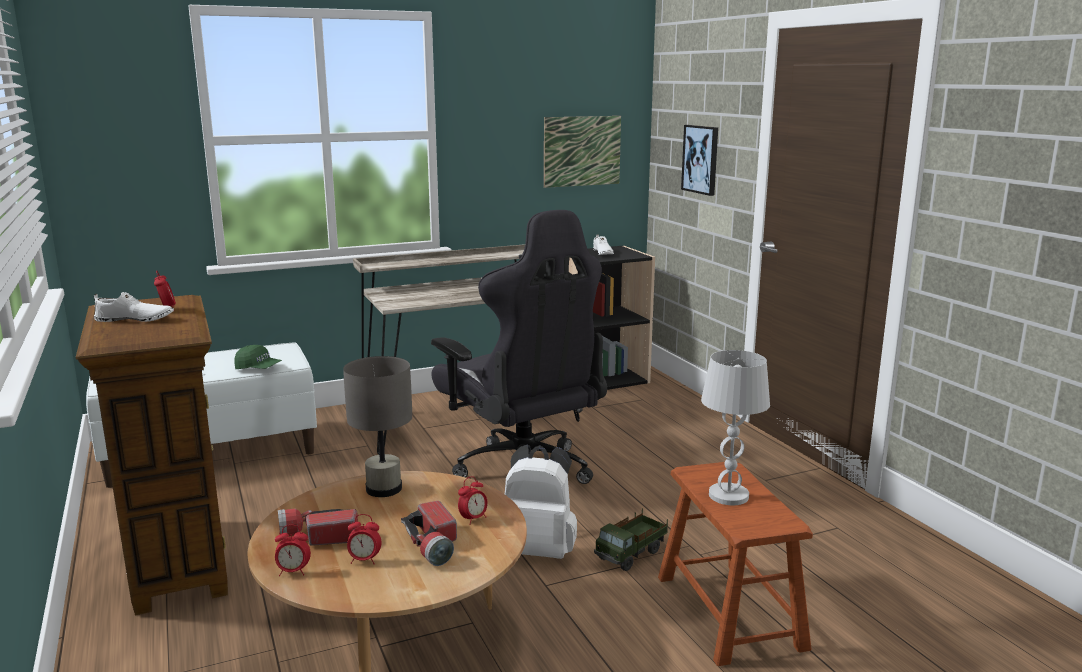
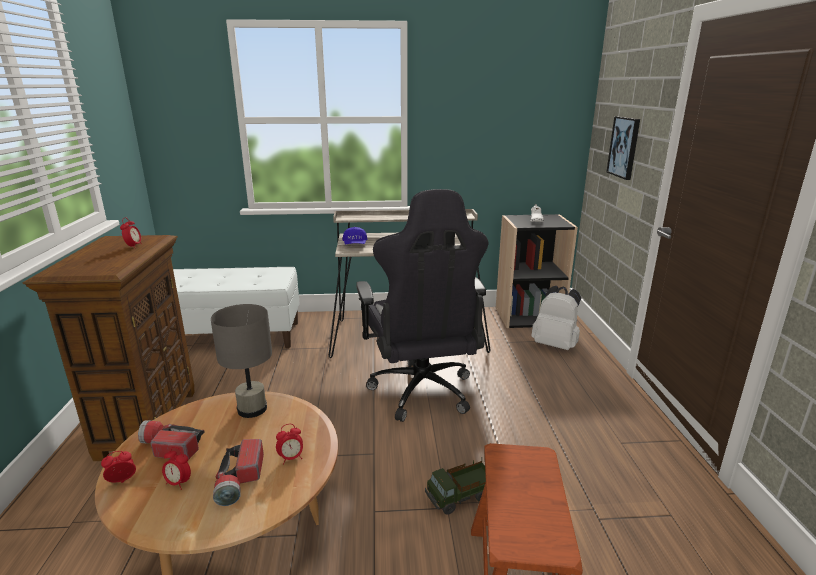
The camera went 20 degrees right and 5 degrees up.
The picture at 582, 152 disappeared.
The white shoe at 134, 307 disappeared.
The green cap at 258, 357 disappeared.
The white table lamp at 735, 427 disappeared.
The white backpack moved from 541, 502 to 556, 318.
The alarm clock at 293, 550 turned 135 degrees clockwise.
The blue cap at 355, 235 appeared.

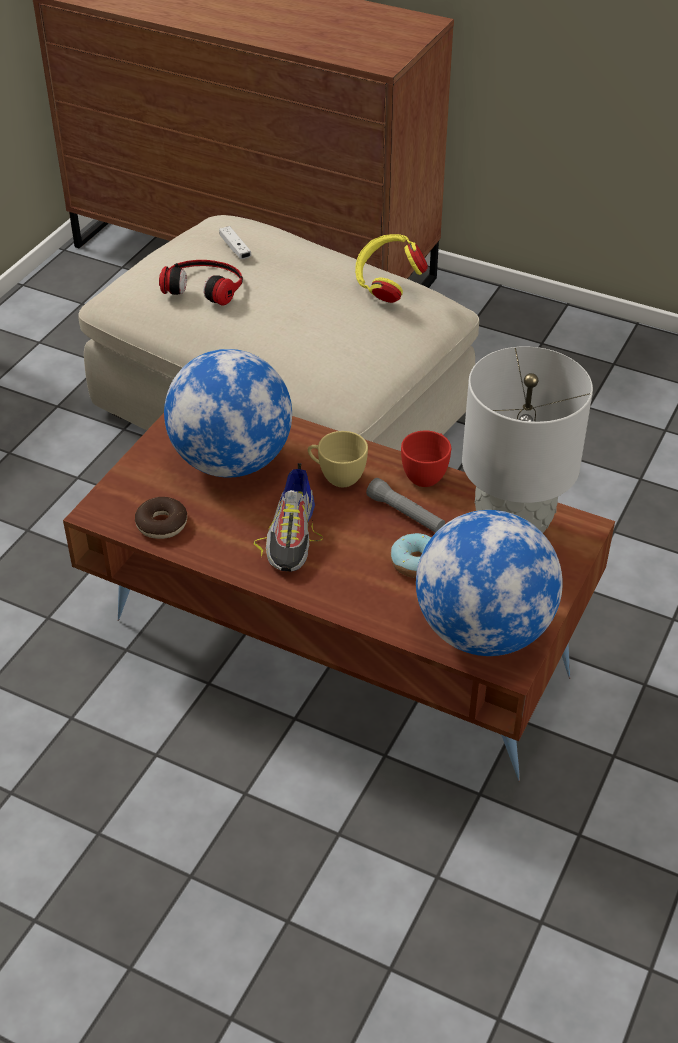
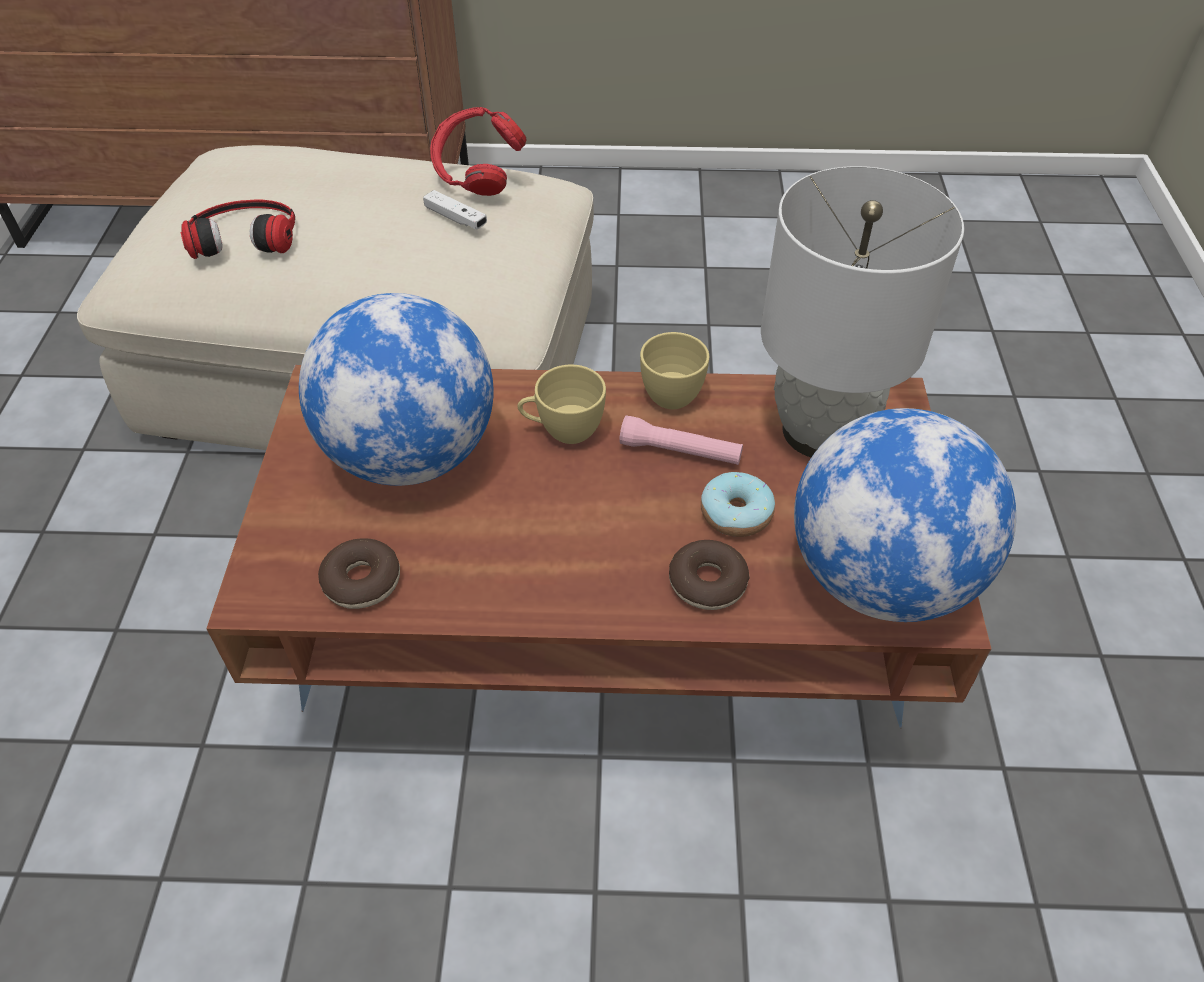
The camera went 25 degrees left and 5 degrees up.
The white game controller moved from 235, 242 to 455, 209.
The yellow headphones at 391, 268 became the red headphones at 478, 151.
The red cup at 426, 458 became the yellow cup at 674, 370.
The shoe at 288, 517 disappeared.
The grey flashlight at 405, 505 became the pink flashlight at 681, 440.
The donut at 709, 575 appeared.

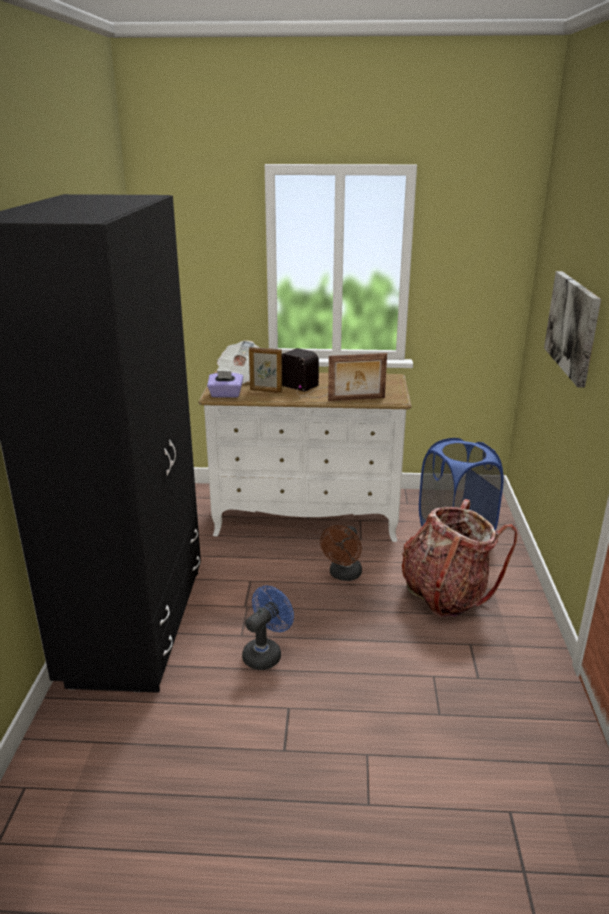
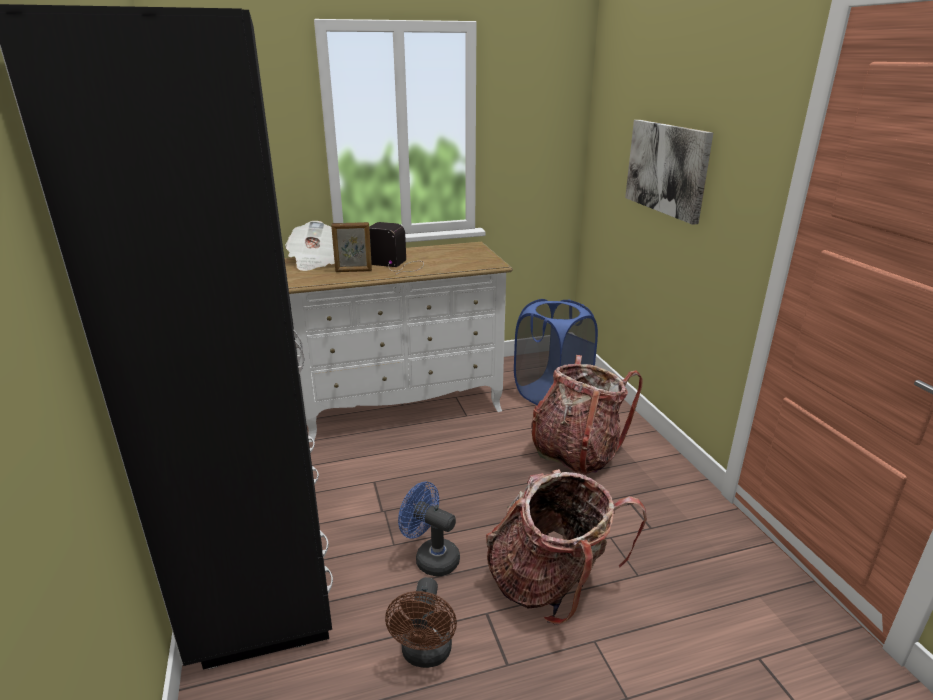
The camera went 20 degrees left and 0 degrees up.
The picture frame at 357, 377 disappeared.
The purple tissue box at 225, 384 disappeared.
The brown fan moved from 341, 553 to 421, 622.
The blue fan at 268, 628 turned 75 degrees counterclockwise.
The backpack at 566, 547 appeared.

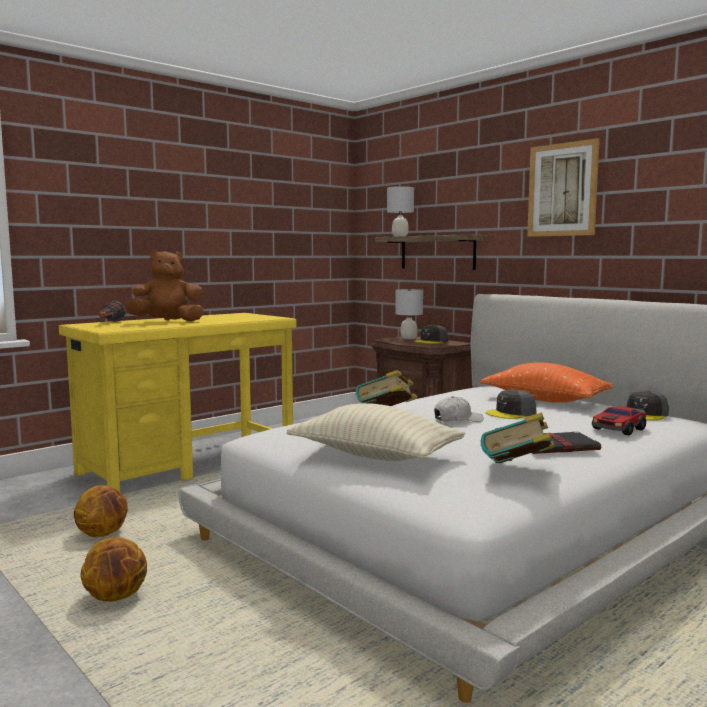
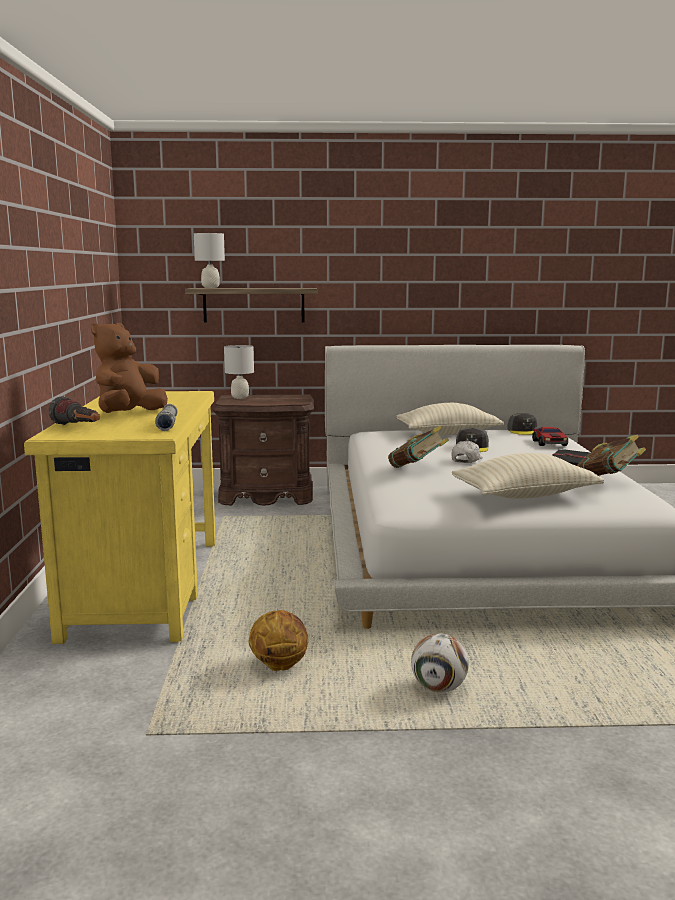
The camera went 50 degrees left and 5 degrees up.
The picture at 563, 187 disappeared.
The grey cap at 431, 334 disappeared.
The orange pillow at 547, 382 became the beige pillow at 450, 419.
The basketball at 114, 569 was replaced by the football at 440, 663.
The grey flashlight at 166, 417 appeared.

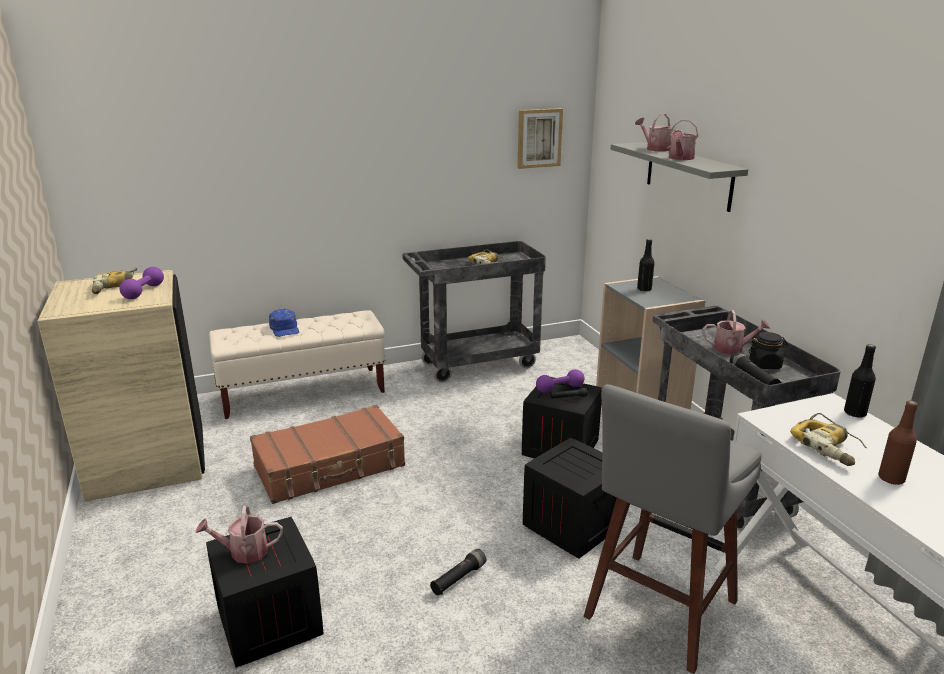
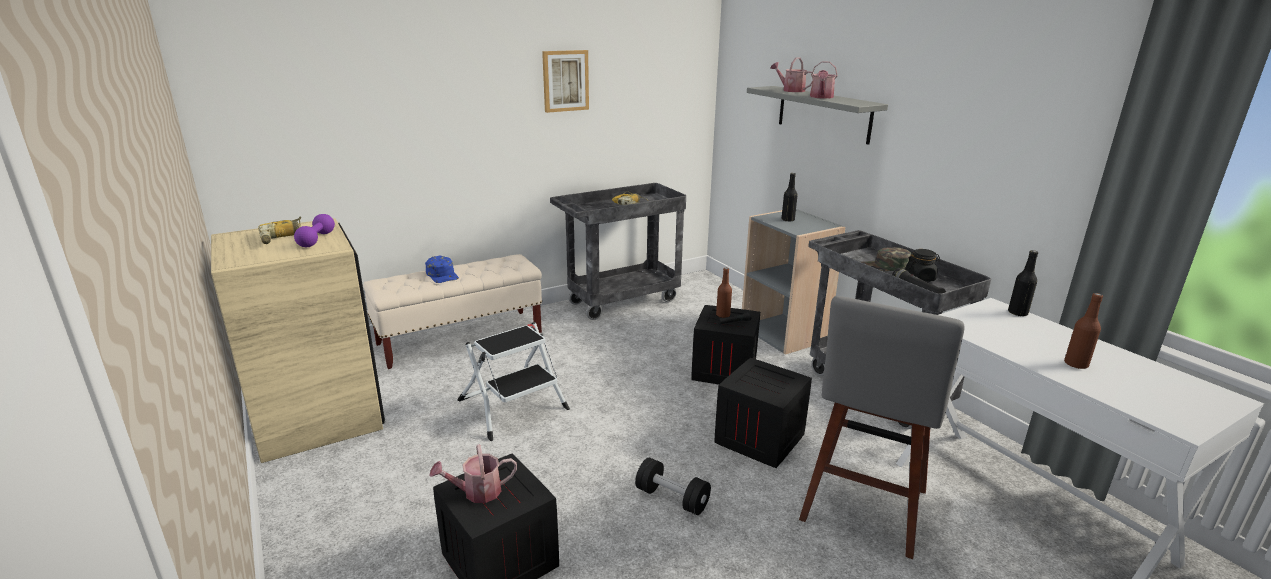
The camera went 10 degrees left and 0 degrees up.
The picture moved from 540, 138 to 565, 81.
The watering can at 736, 332 was replaced by the green cap at 887, 259.
The purple dumbbell at 560, 381 was replaced by the brown bottle at 724, 293.
The brown suitcase at 327, 454 was replaced by the step ladder at 513, 381.
The power drill at 828, 439 disappeared.
The black flashlight at 458, 572 was replaced by the black dumbbell at 673, 486.

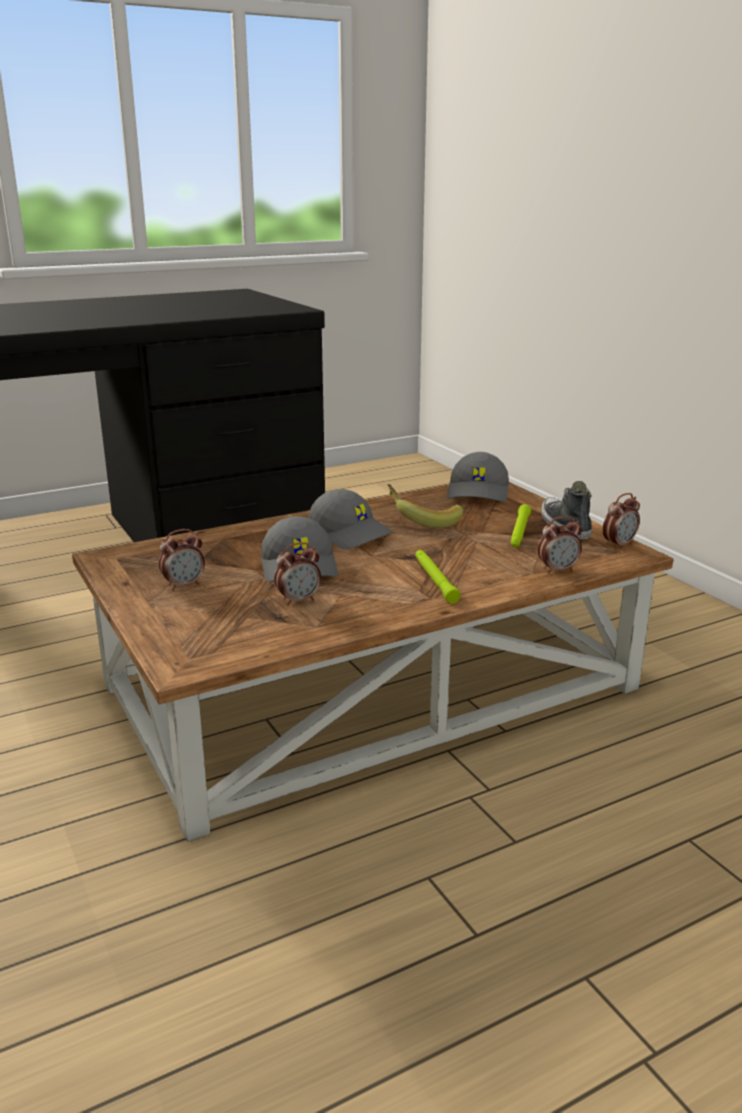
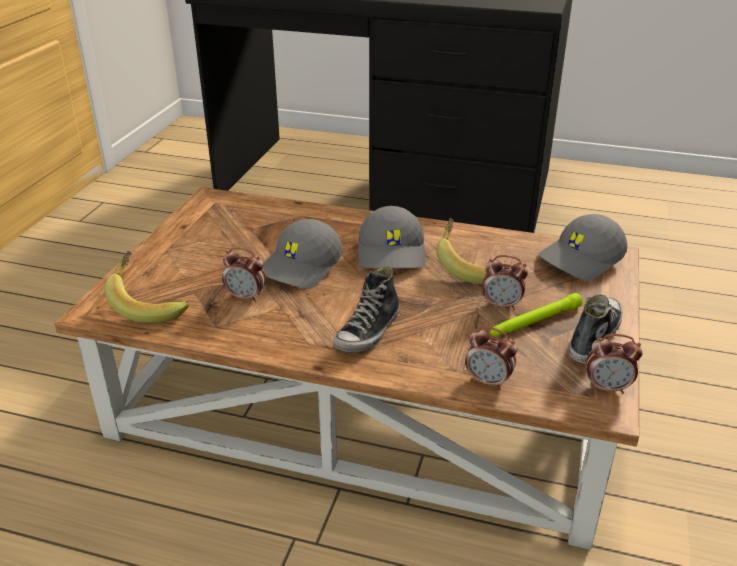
The camera went 45 degrees right and 10 degrees up.
The alarm clock moved from 182, 560 to 505, 282.
The green flashlight at 438, 577 was replaced by the shoe at 366, 309.
The banana at 146, 287 appeared.

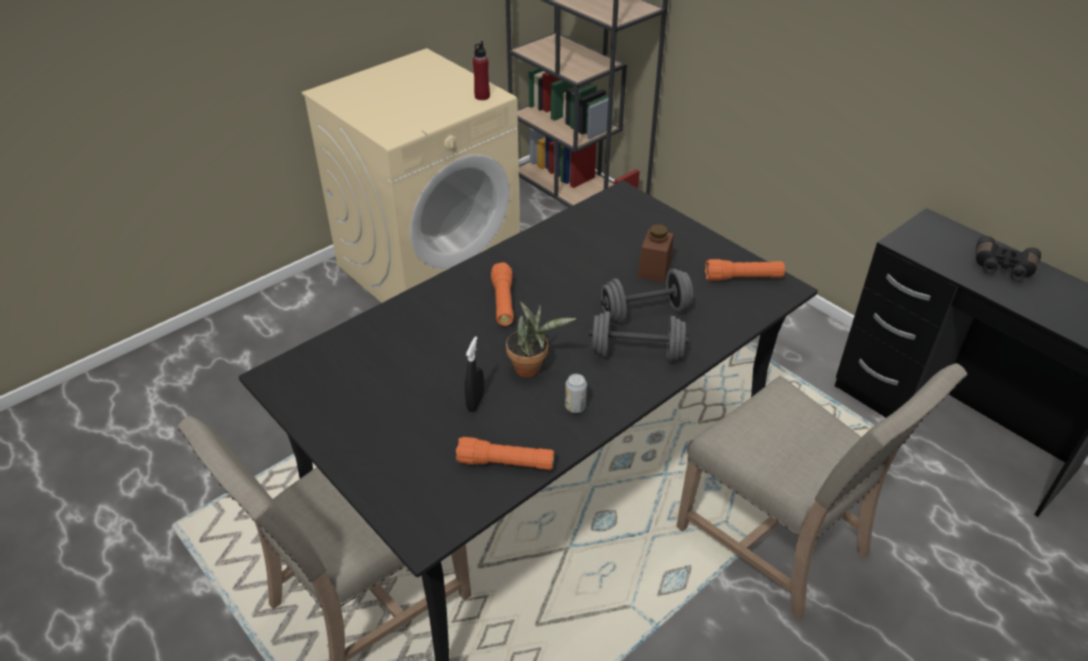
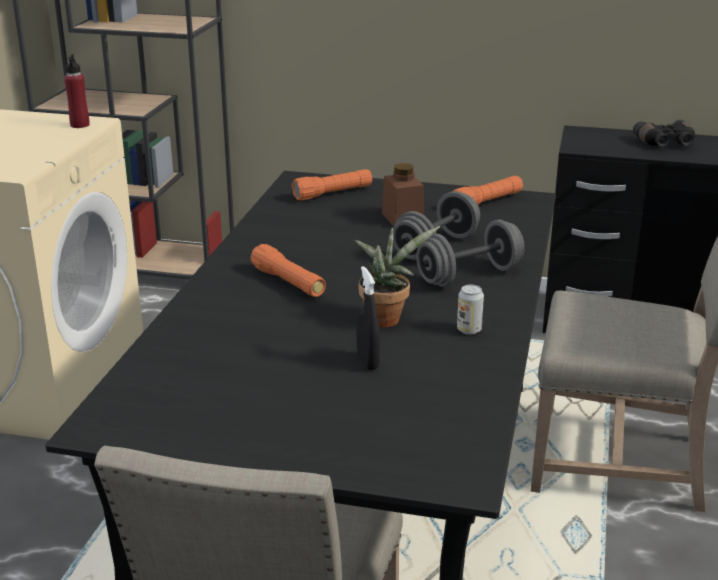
The camera went 35 degrees left and 15 degrees down.
The orange flashlight moved from 505, 453 to 332, 185.

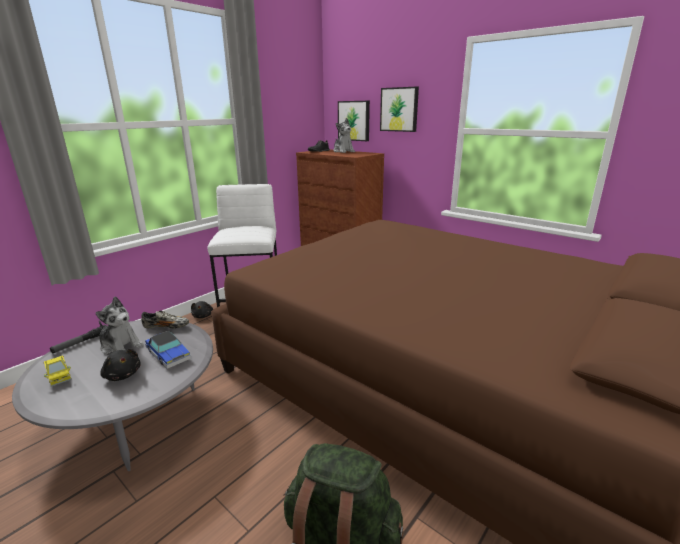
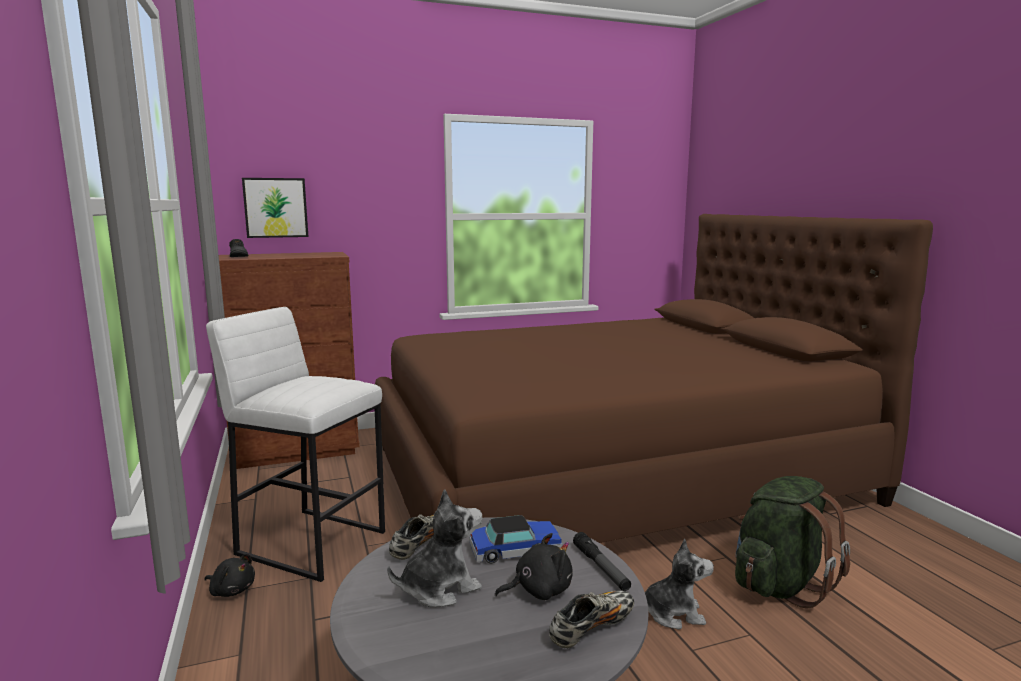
The camera went 60 degrees left and 10 degrees down.
The picture at 399, 109 disappeared.
The plush toy moved from 344, 135 to 679, 584.
The flashlight moved from 78, 339 to 602, 561.
The toy truck at 58, 371 disappeared.
The shoe at 591, 619 appeared.

